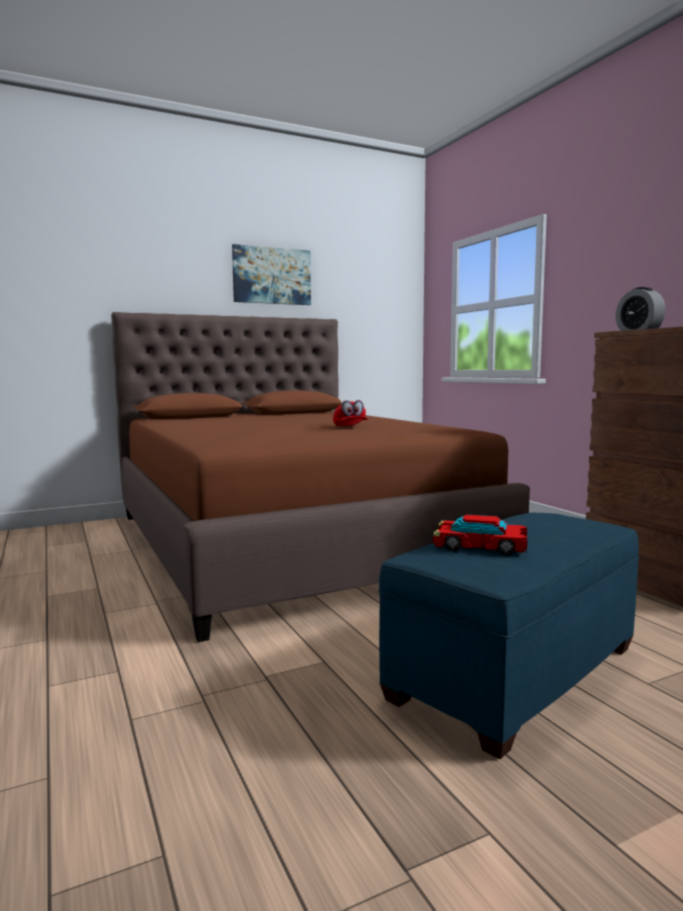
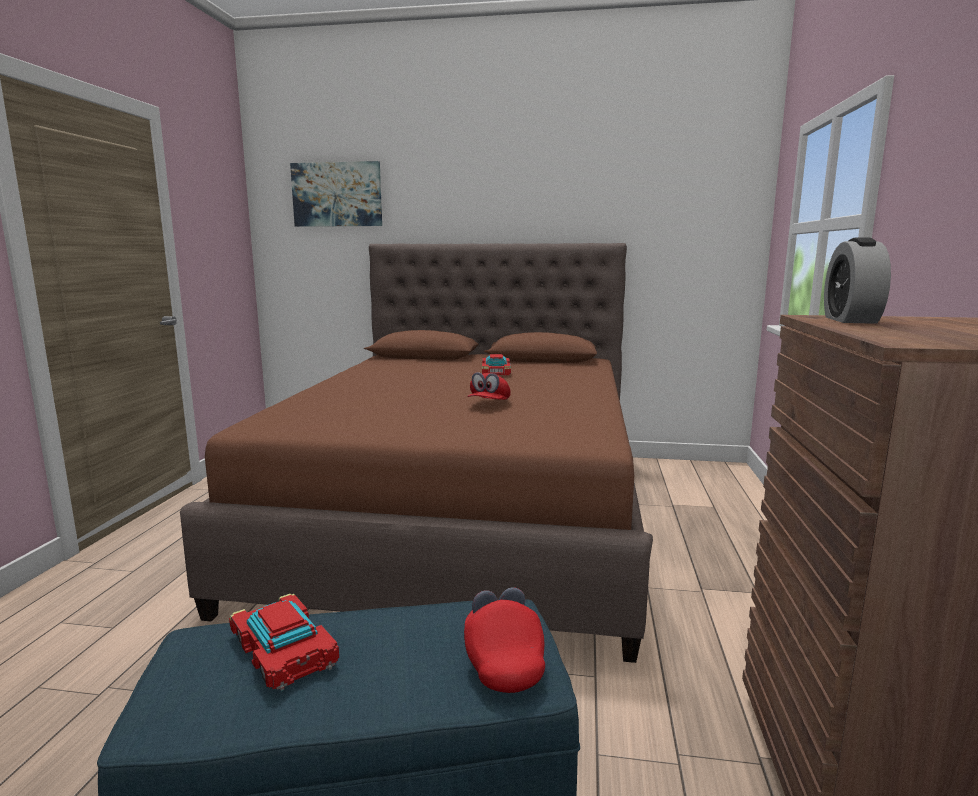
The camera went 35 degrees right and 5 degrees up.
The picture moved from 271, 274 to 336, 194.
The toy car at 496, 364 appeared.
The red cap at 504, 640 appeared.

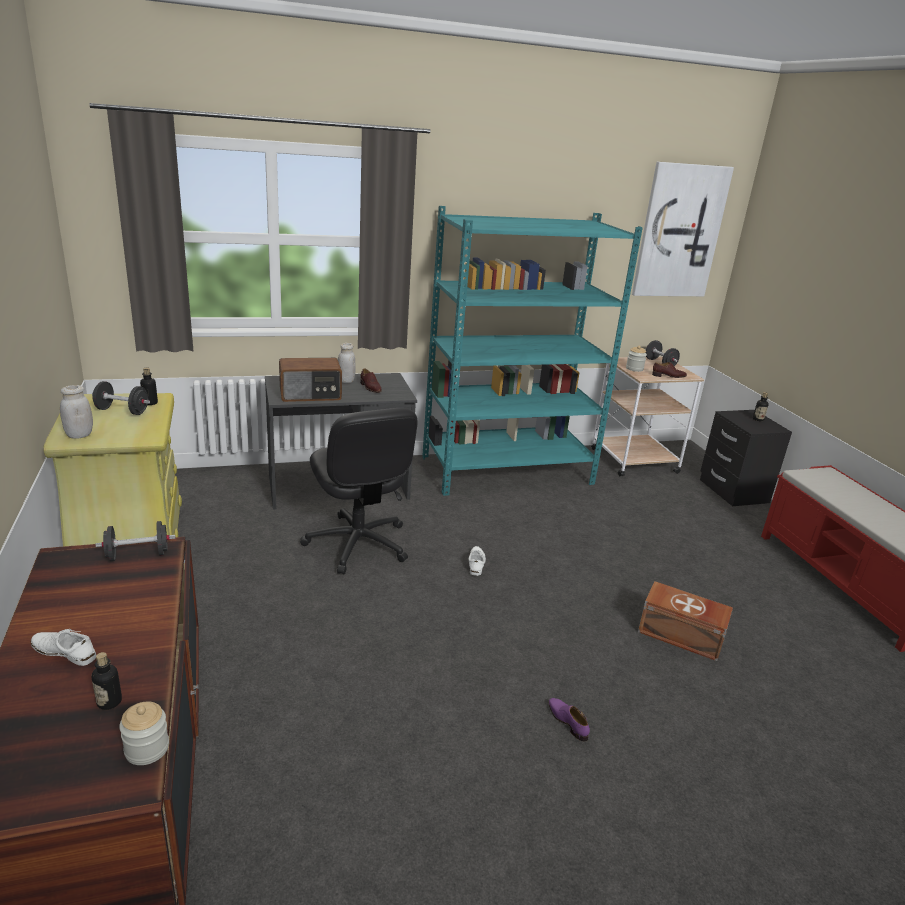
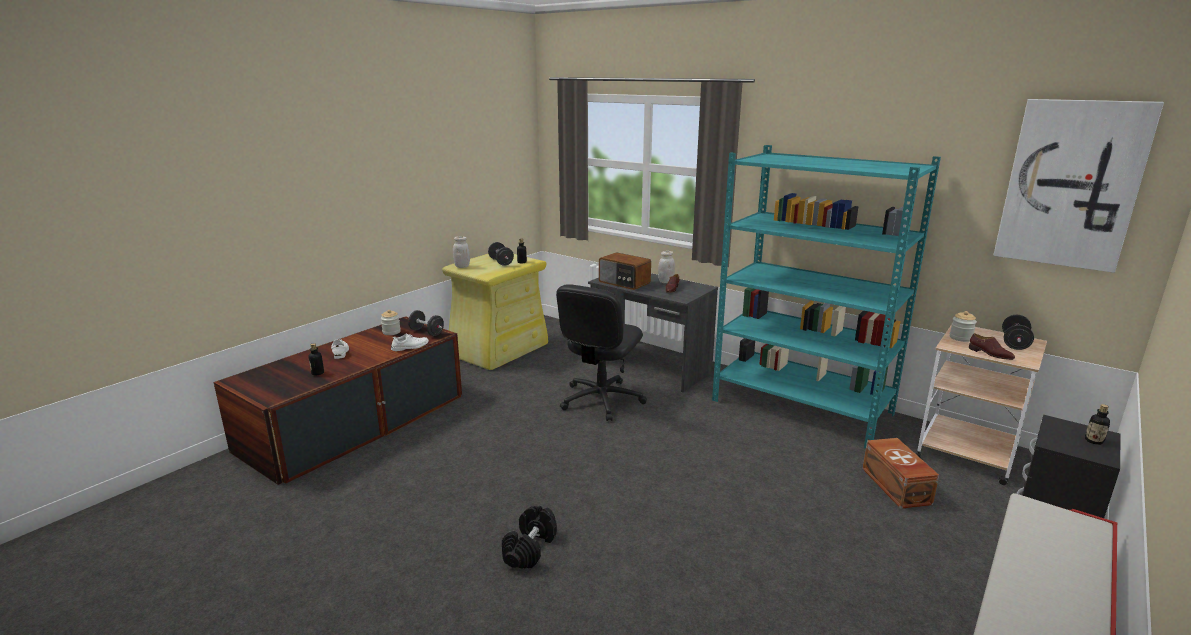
The camera went 55 degrees right and 5 degrees down.
The white shoe moved from 477, 561 to 410, 342.
The brown storage box moved from 685, 621 to 900, 473.
The purple shoe at 569, 719 was replaced by the black dumbbell at 529, 537.
The jar moved from 144, 733 to 391, 322.

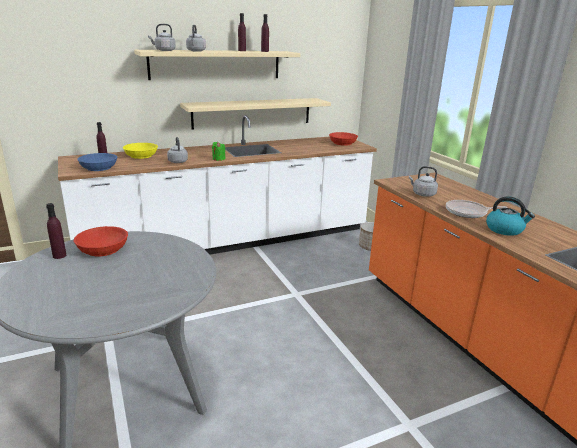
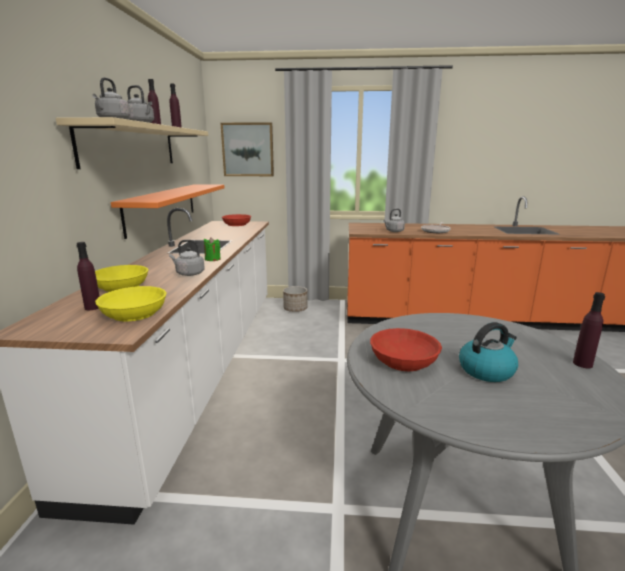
The camera went 60 degrees left and 5 degrees down.
The beige shelf at 255, 114 became the orange shelf at 167, 211.
The blue bowl at 97, 162 became the yellow bowl at 131, 304.
The kettle moved from 510, 216 to 488, 352.
The purple bottle moved from 56, 231 to 589, 330.
The picture at 247, 149 appeared.

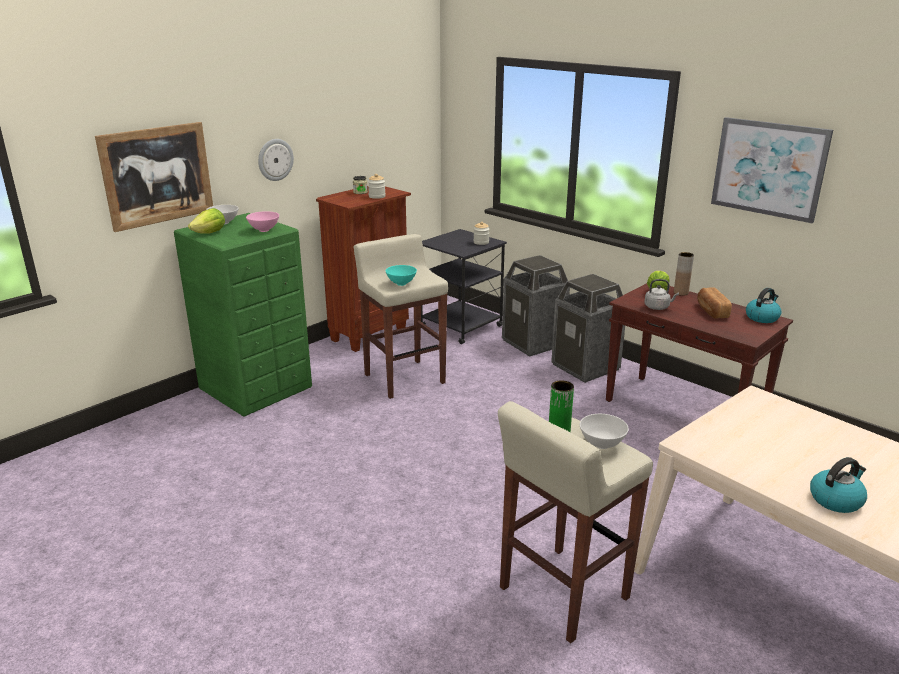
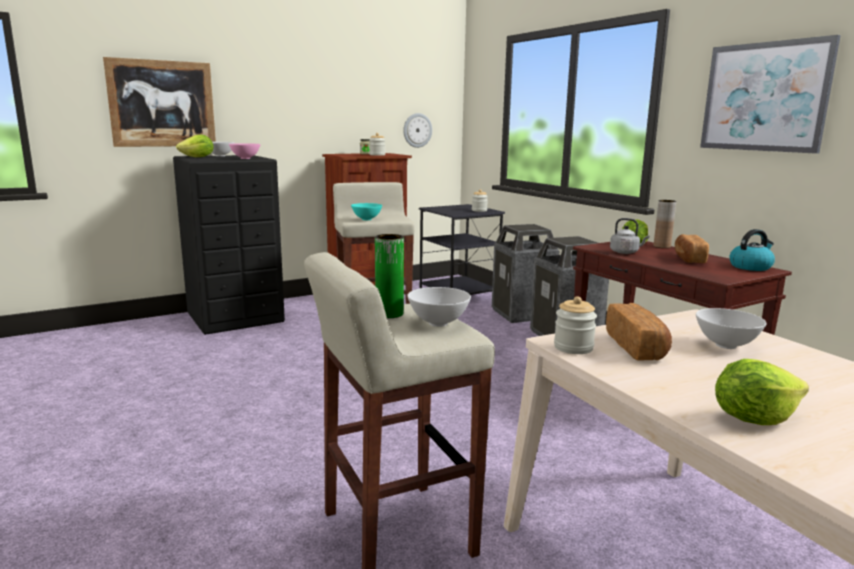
The camera went 15 degrees right and 10 degrees down.
The wall clock moved from 276, 160 to 417, 130.
The green dresser at 243, 315 became the black dresser at 229, 245.
The kettle at 838, 485 was replaced by the lettuce at 762, 392.
The jar at 575, 325 appeared.
The bread at 639, 331 appeared.
The white bowl at 731, 328 appeared.

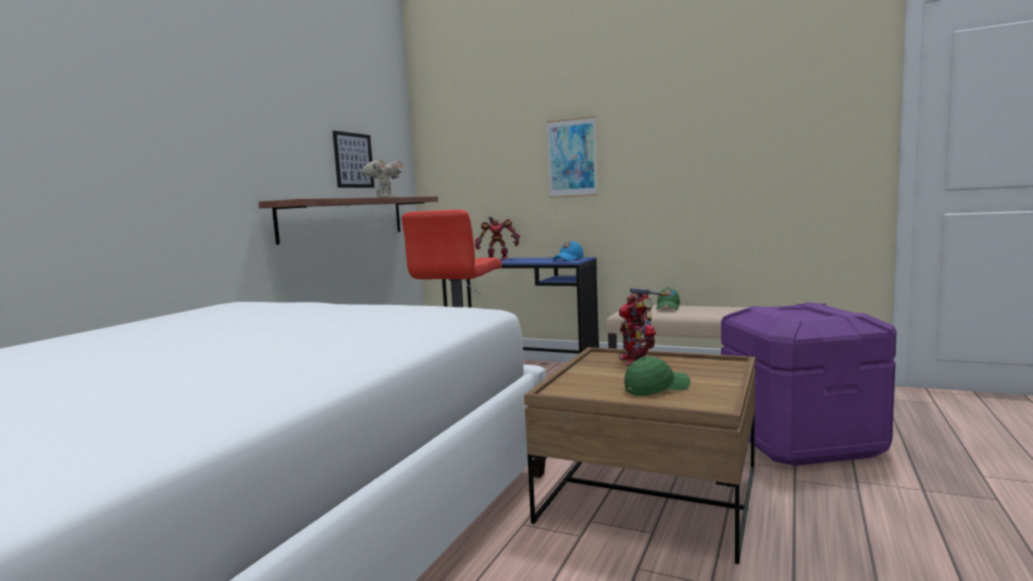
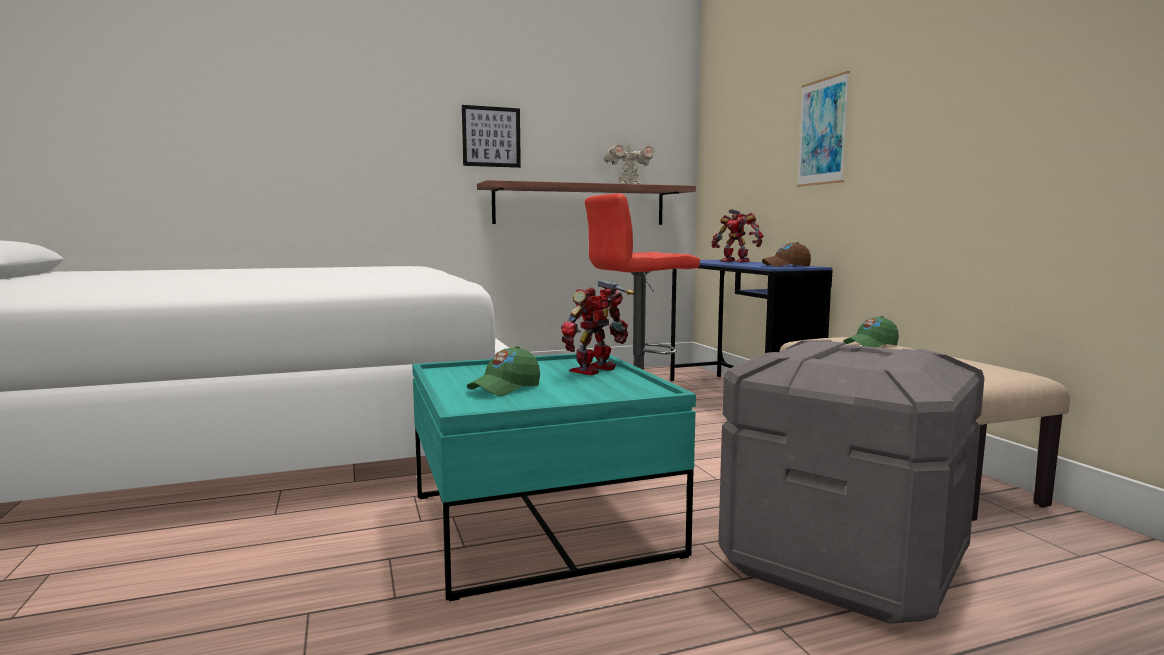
The camera went 45 degrees right and 0 degrees up.
The picture moved from 354, 159 to 491, 136.
The blue cap at 568, 251 became the brown cap at 786, 254.
The purple storage box at 809, 384 became the grey storage box at 851, 482.
The brown coffee table at 639, 455 became the turquoise coffee table at 554, 477.
The green cap at 657, 376 turned 105 degrees clockwise.

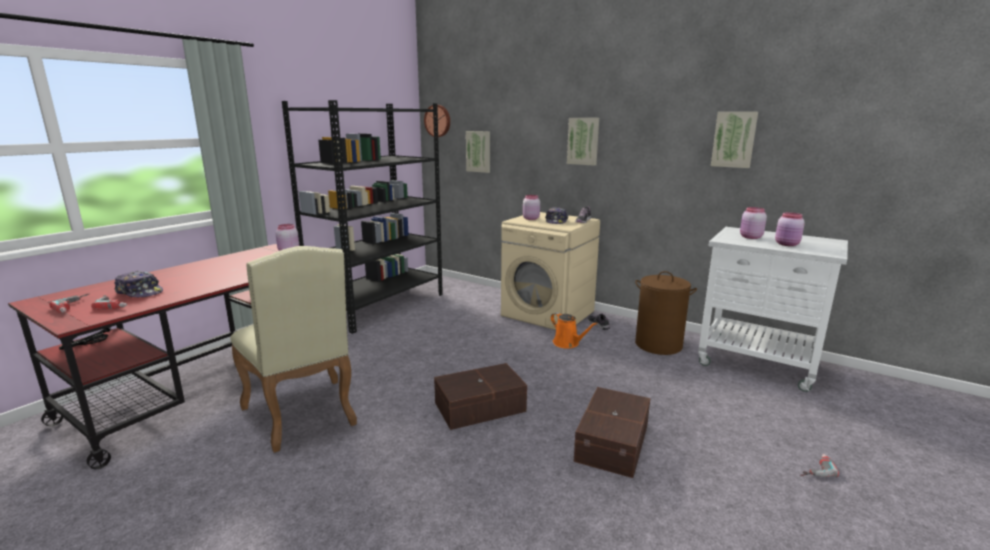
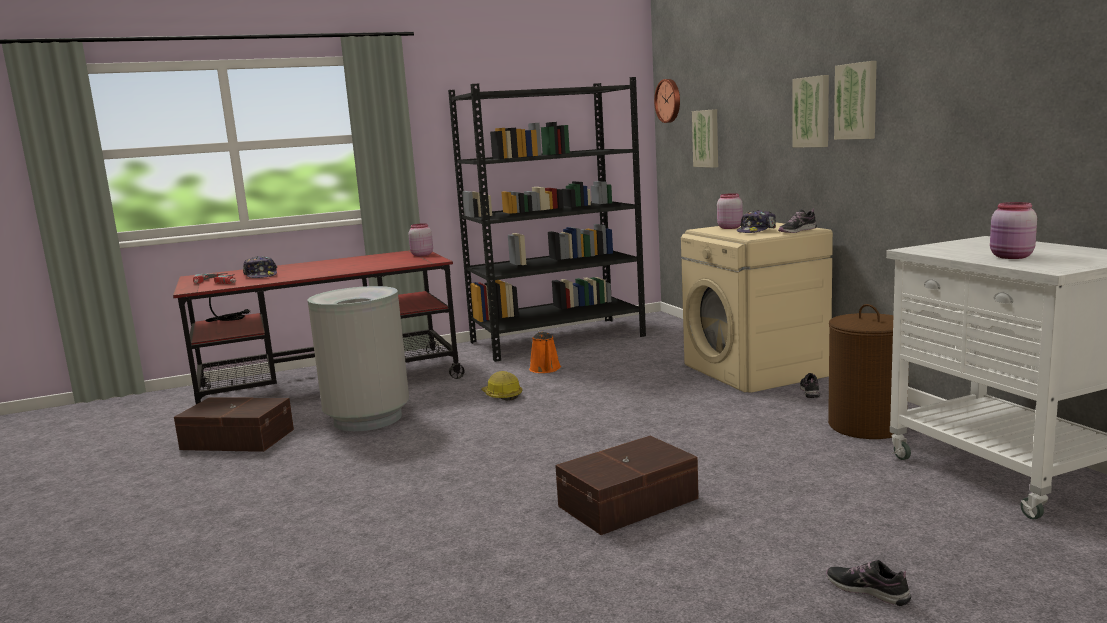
The camera went 35 degrees right and 5 degrees down.
The picture moved from 734, 140 to 855, 100.
The pink jar at 753, 223 disappeared.
The beige chair at 293, 349 was replaced by the grey trash can at 358, 358.
The orange watering can moved from 574, 330 to 545, 352.
The brown storage box moved from 480, 396 to 234, 424.
The power drill at 819, 465 was replaced by the shoe at 868, 583.
The hard hat at 501, 386 appeared.

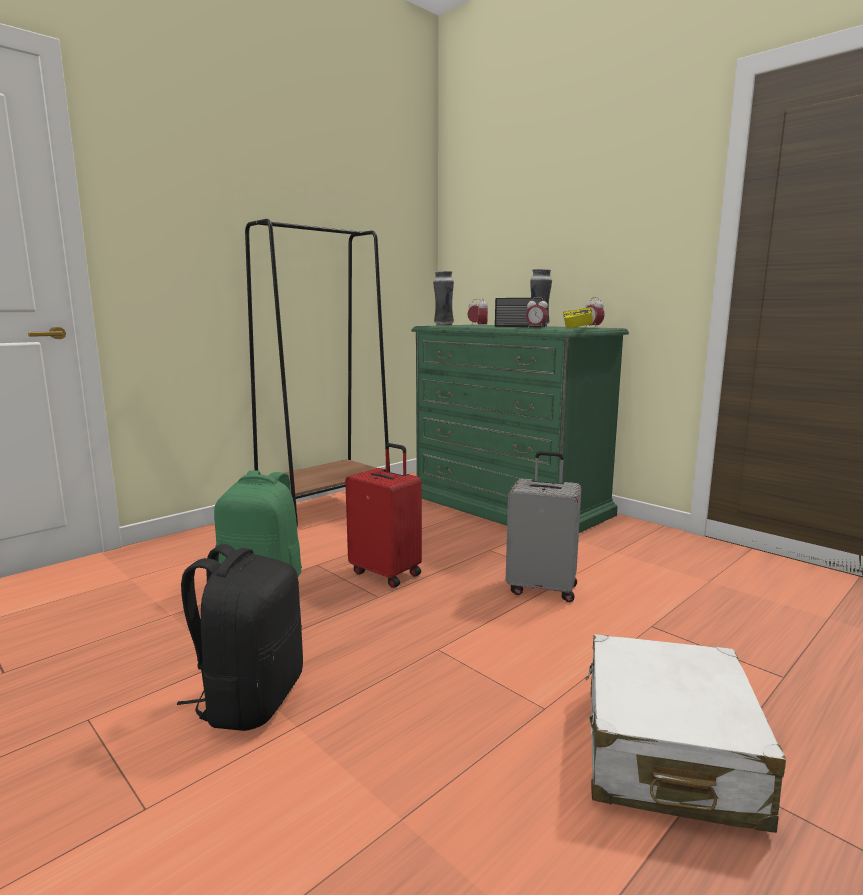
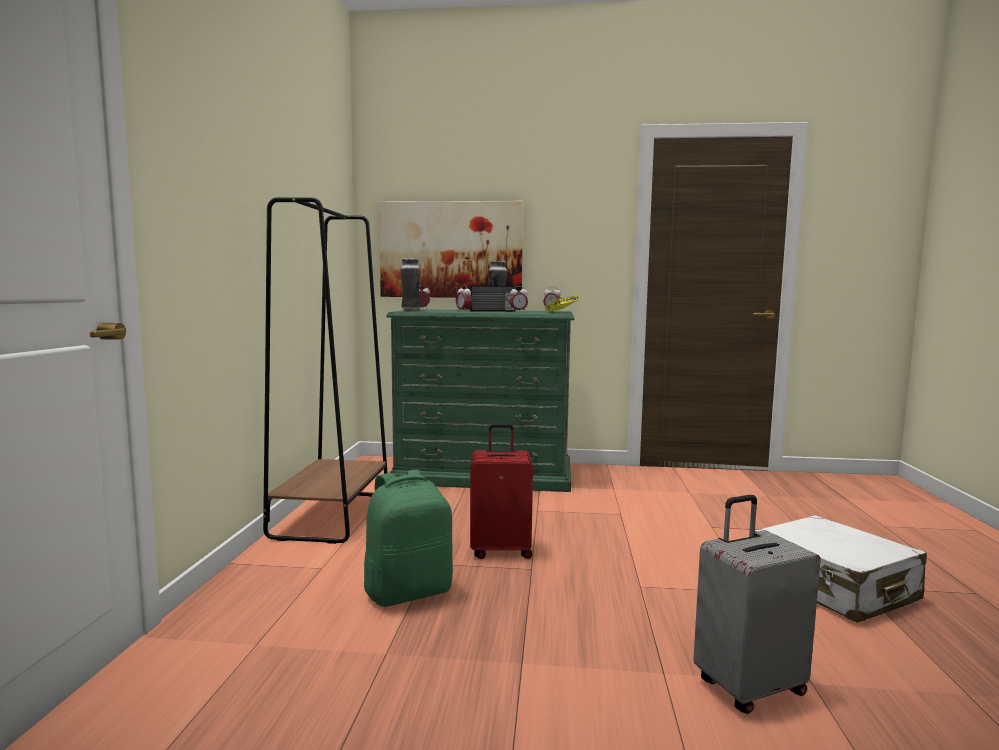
The camera went 40 degrees left and 5 degrees down.
The grey suitcase moved from 543, 526 to 757, 604.
The black backpack at 240, 637 disappeared.
The picture at 451, 249 appeared.

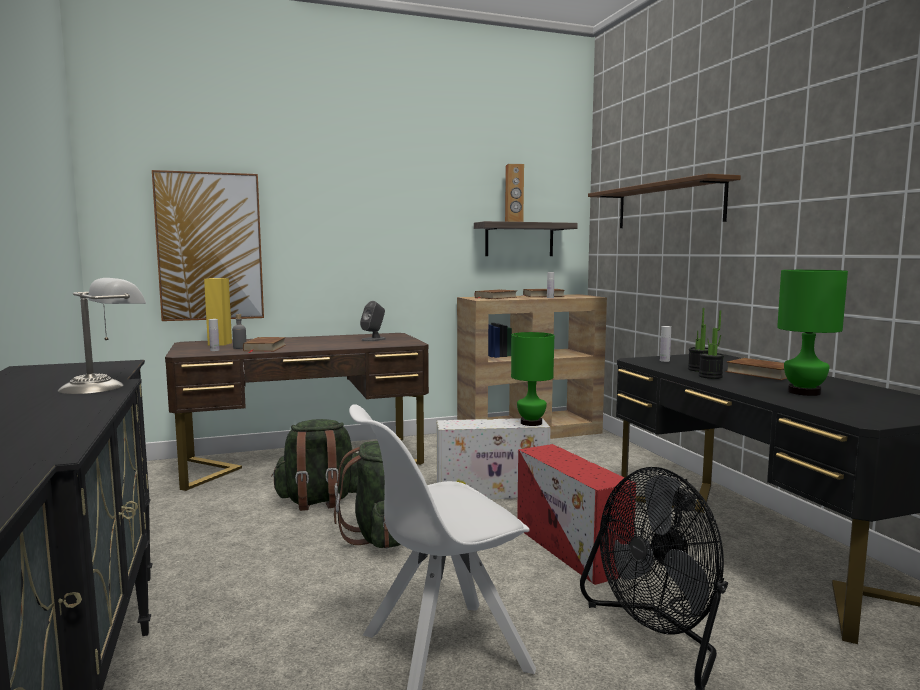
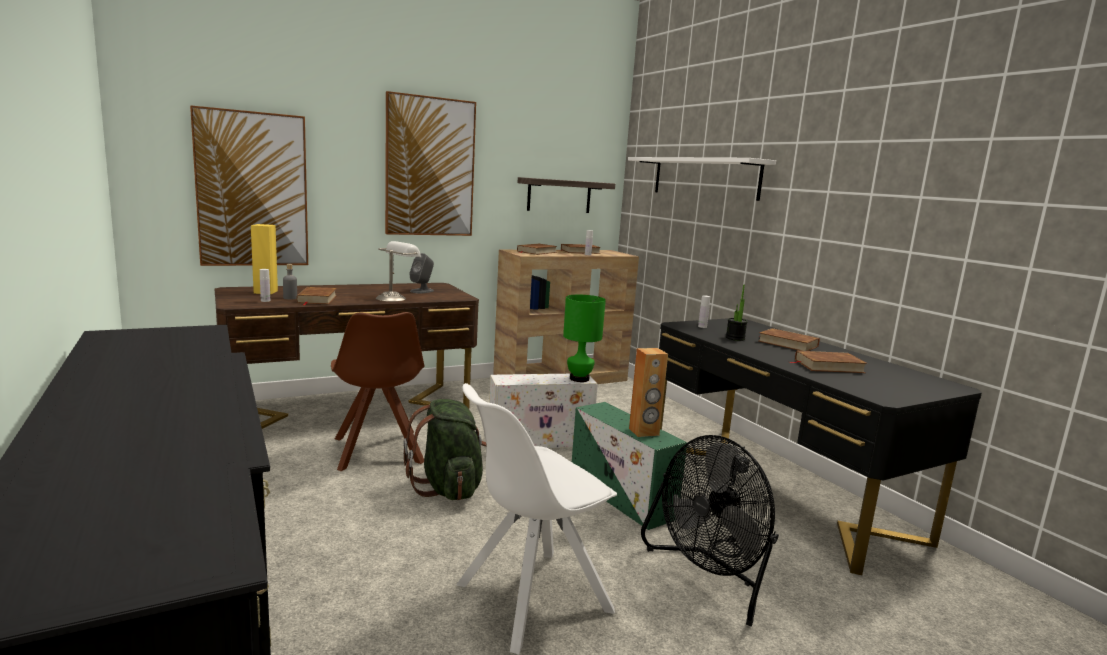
The camera went 10 degrees left and 5 degrees up.
The brown speaker moved from 514, 193 to 648, 392.
The brown shelf at 664, 201 became the white shelf at 702, 179.
The green table lamp at 812, 333 was replaced by the brown book at 828, 362.
The white table lamp moved from 102, 336 to 398, 271.
The potted plant at 711, 344 disappeared.
The green backpack at 314, 465 was replaced by the brown chair at 378, 391.
The red storage box at 576, 514 became the green storage box at 629, 466.
The picture at 430, 163 appeared.

